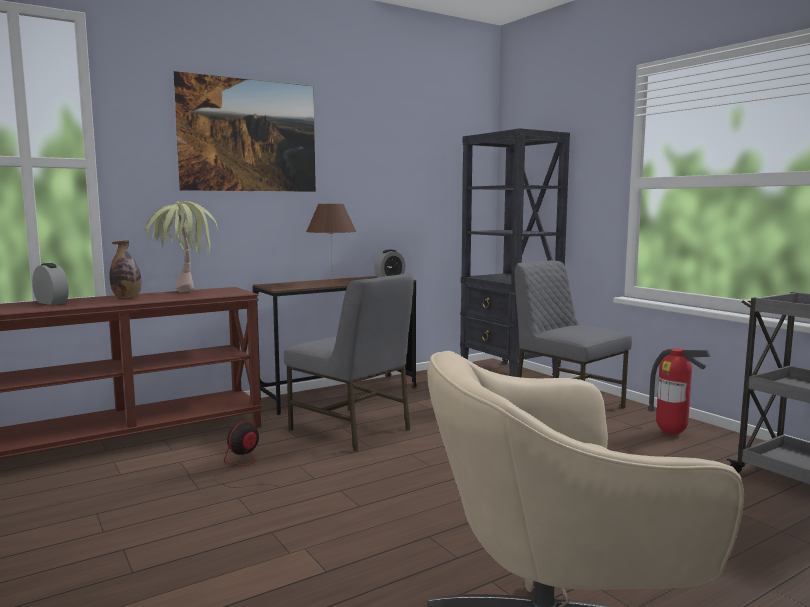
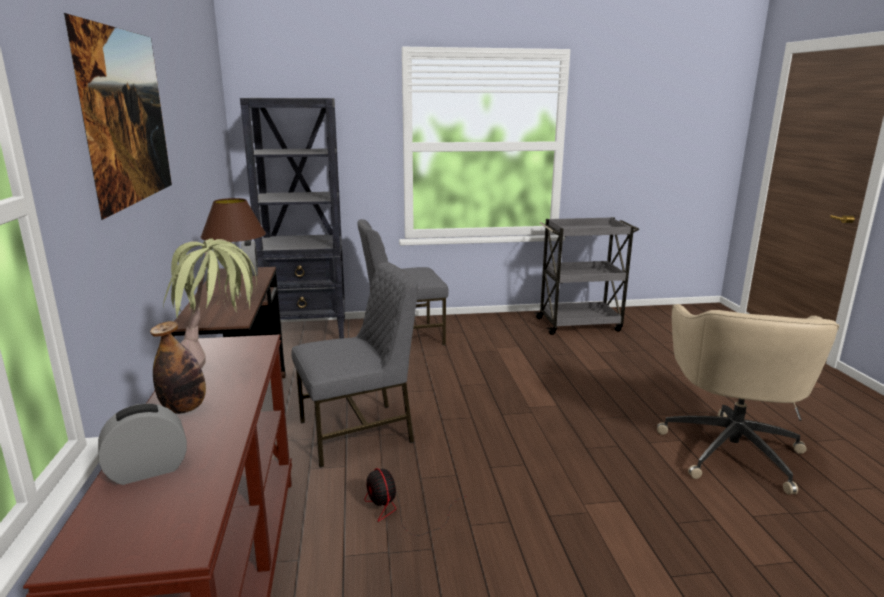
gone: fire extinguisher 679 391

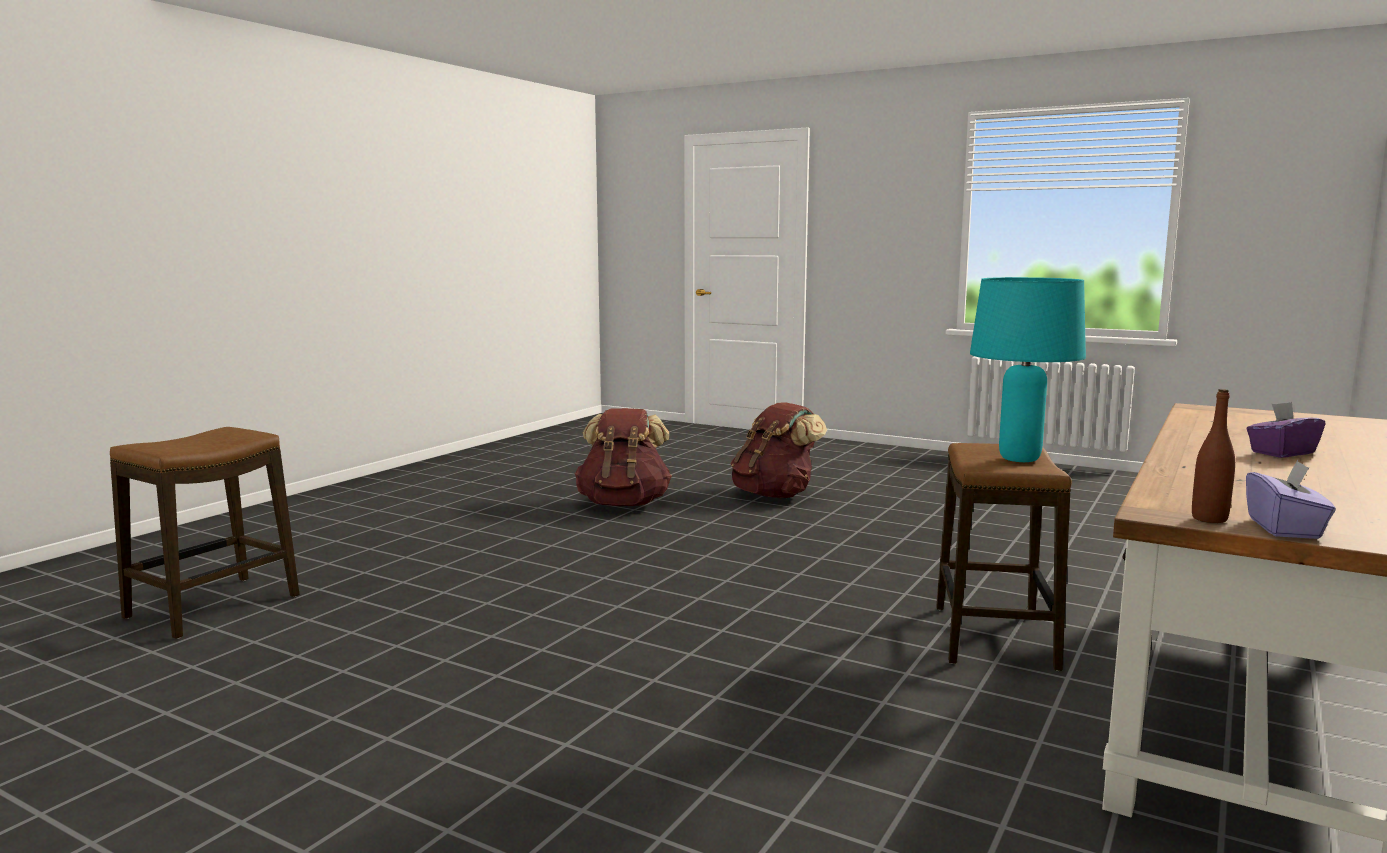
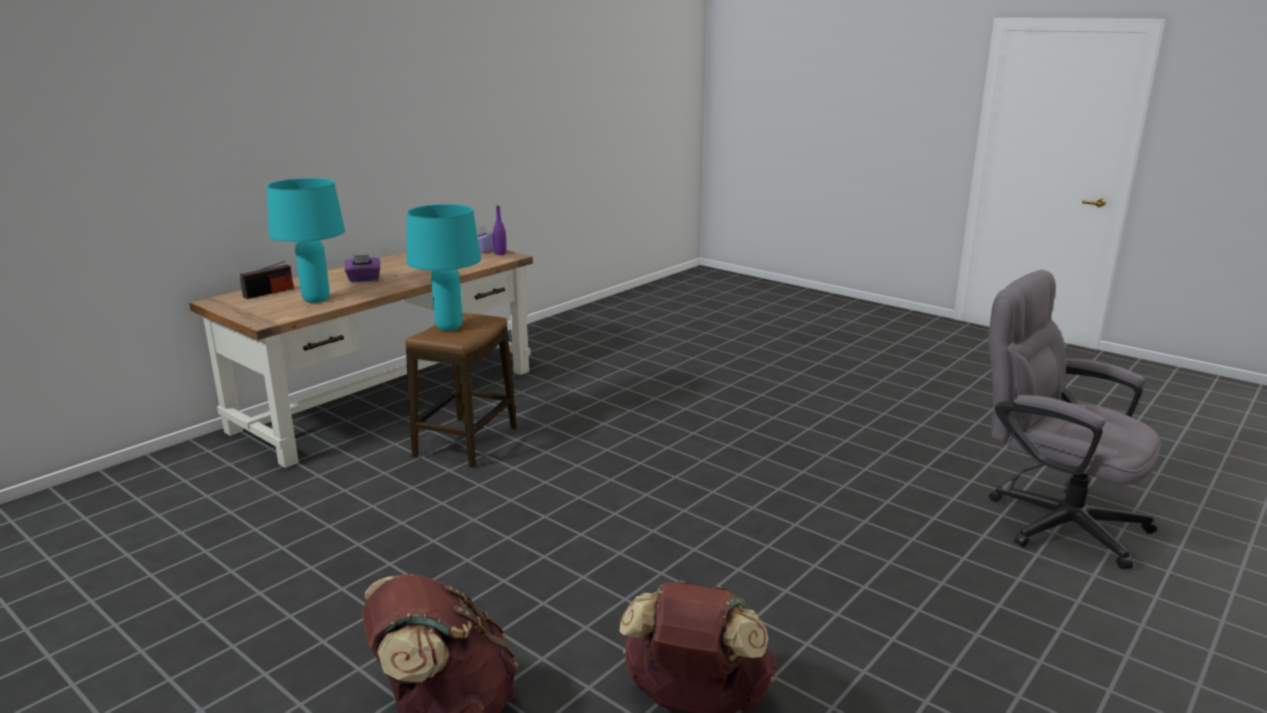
new: turquoise table lamp 306 240; radio 267 280
swapped: stool 204 533 to grey office chair 1075 419
repainted: brown bottle 1213 456 to purple bottle 500 230

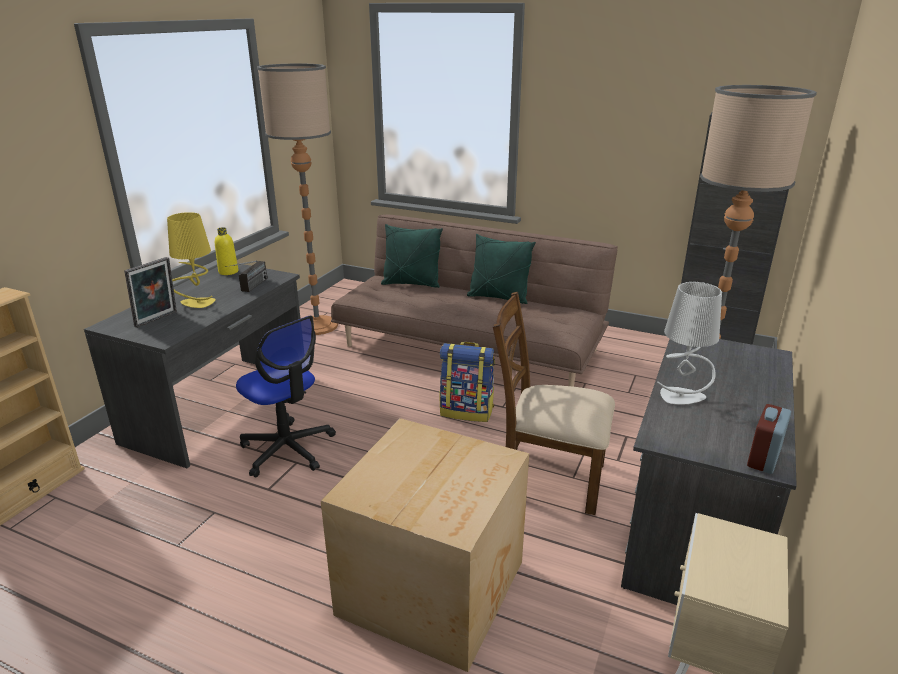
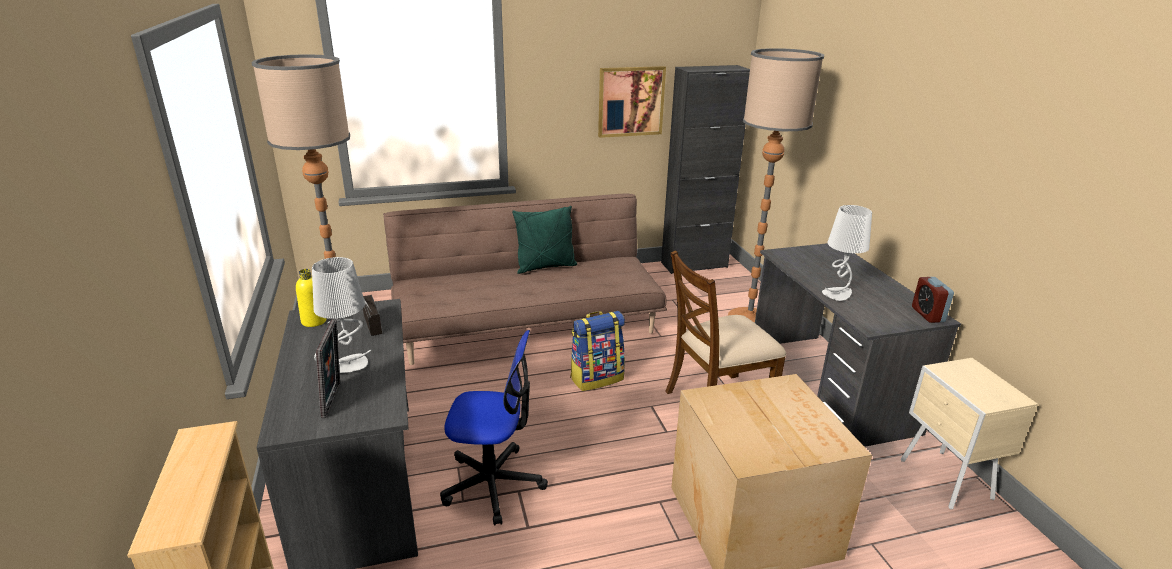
gone: green pillow 412 256
new: picture 632 102
repainted: yellow table lamp 191 260 to grey table lamp 341 315

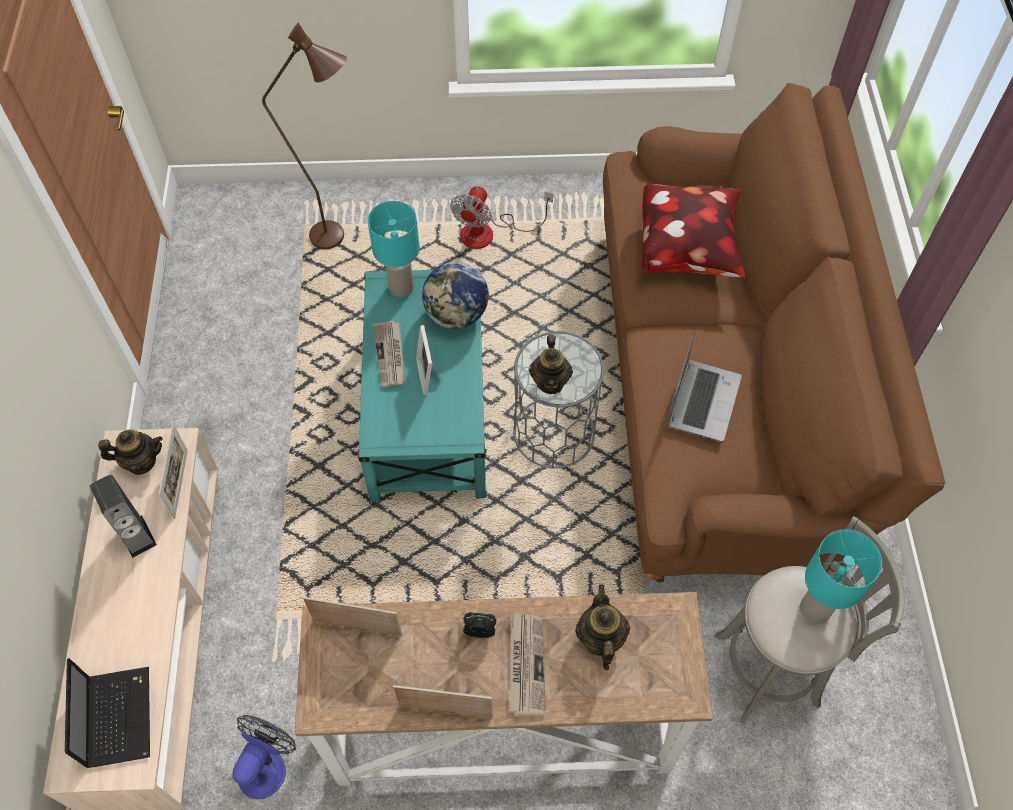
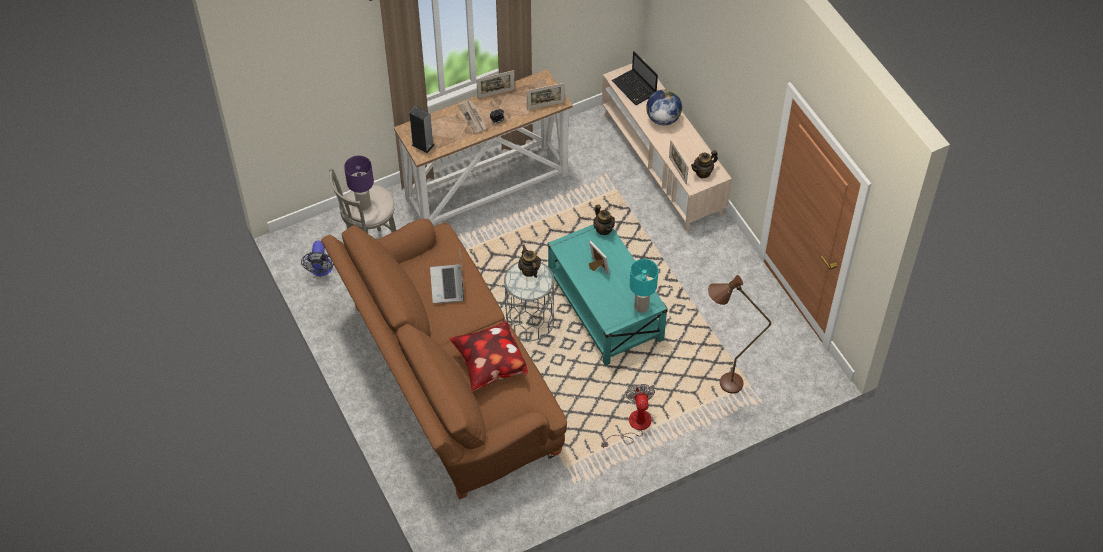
gone: newspaper 388 354
shifted: globe 455 295 to 664 107; speaker 123 516 to 422 129; teapot 602 627 to 604 219; fan 264 757 to 317 258
repainted: turquoise table lamp 841 576 to purple table lamp 359 183

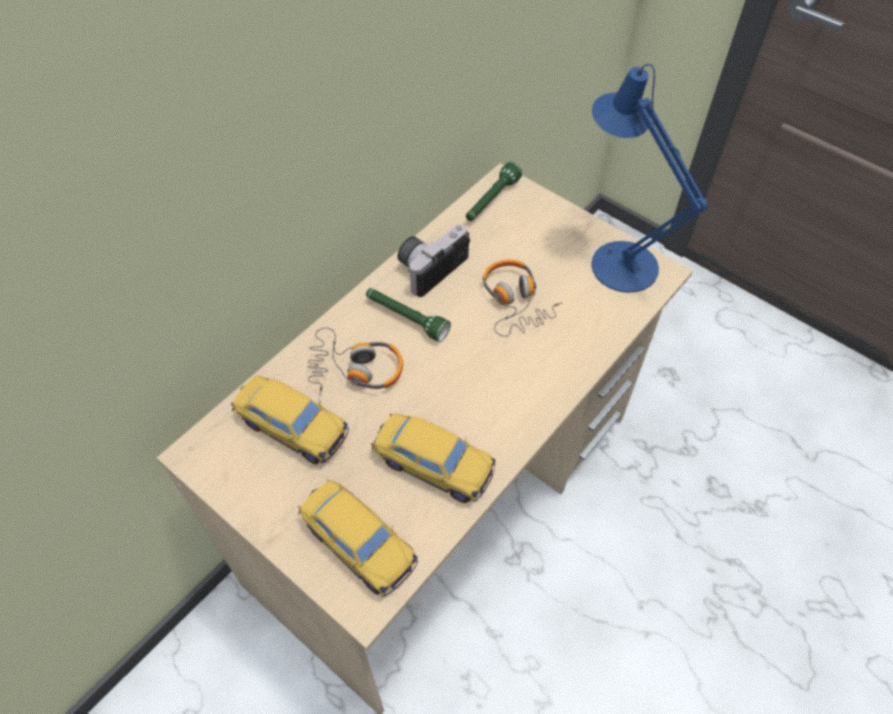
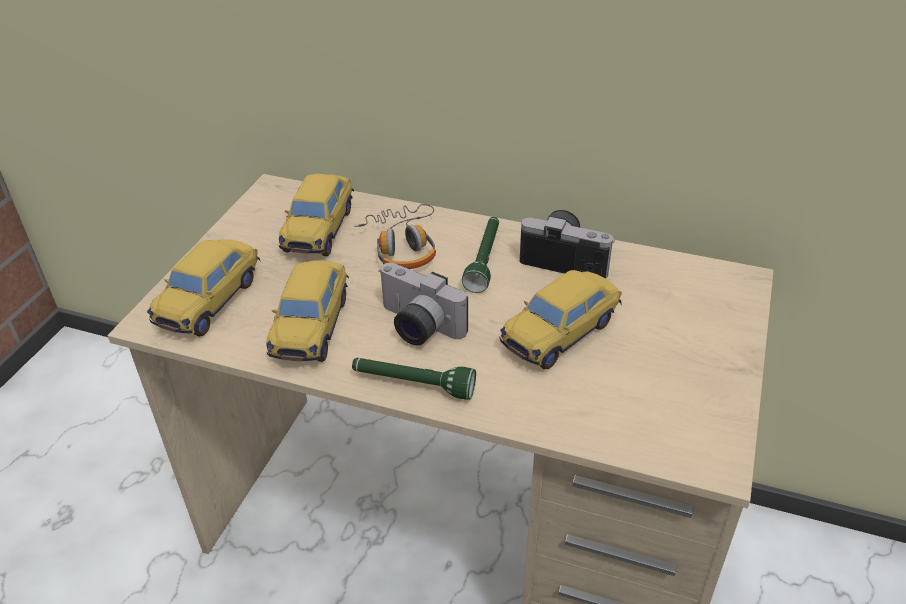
gone: blue table lamp 649 178
new: photo camera 423 304
shifted: green flashlight 494 191 to 414 379
swapped: headphones 523 298 to toy car 561 319

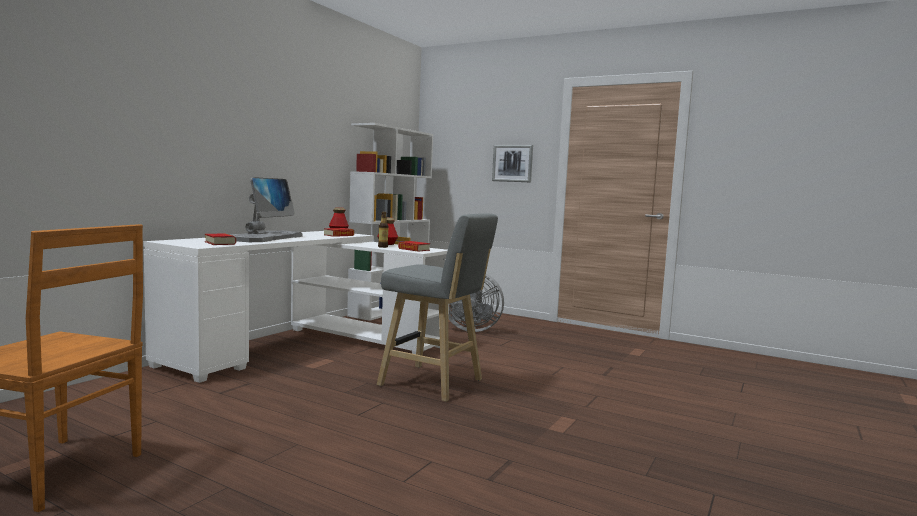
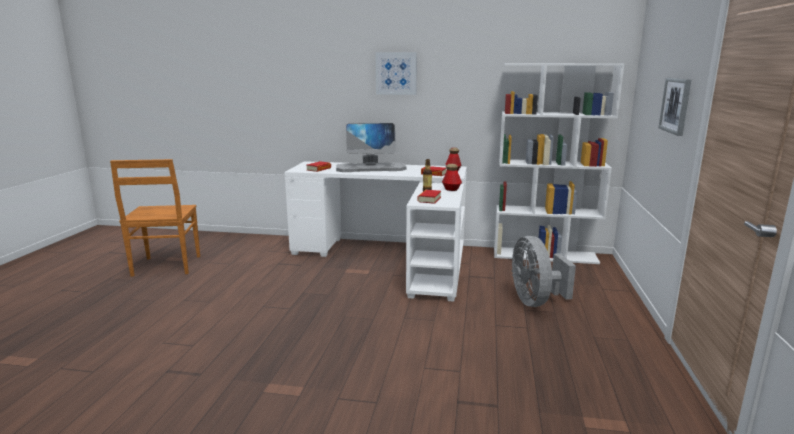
gone: grey stool 437 307
new: picture 396 73

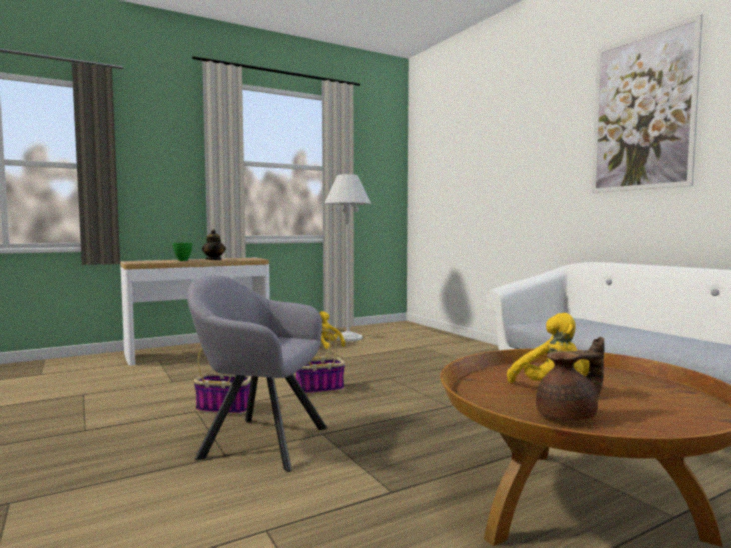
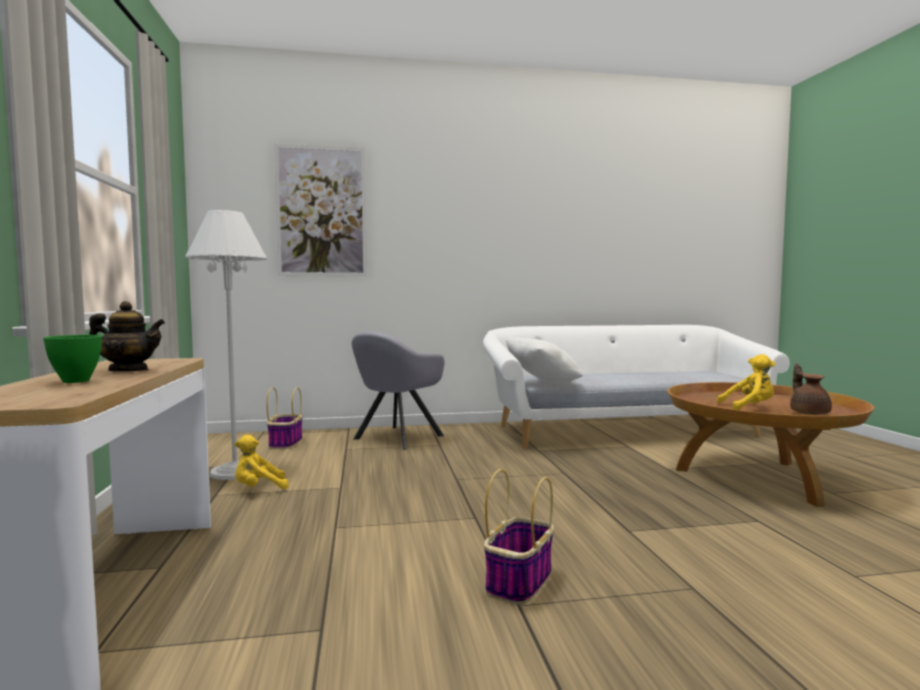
new: white pillow 544 360
shifted: picture 647 103 to 320 210; grey armchair 257 373 to 398 390; basket 320 360 to 284 418

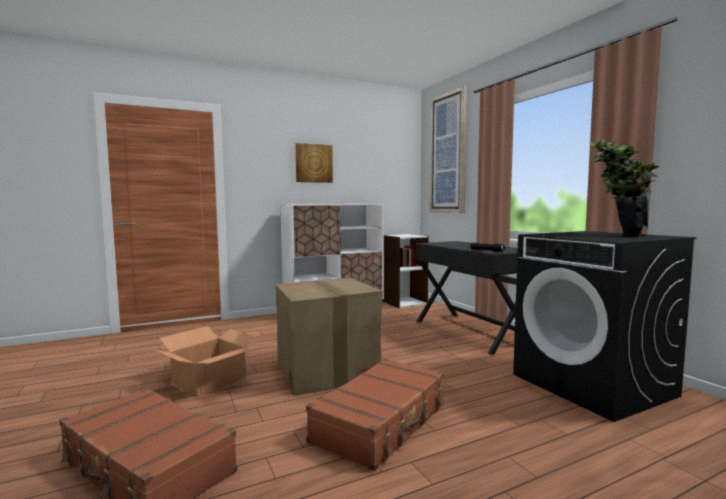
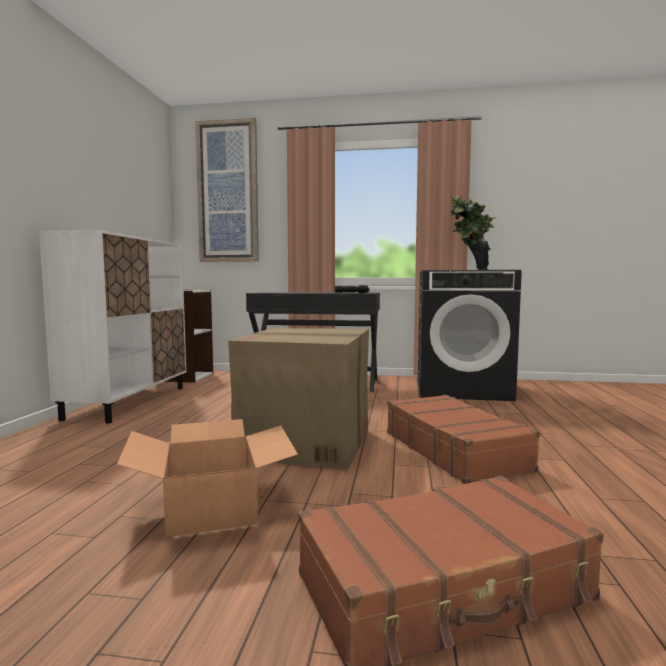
gone: picture 314 163

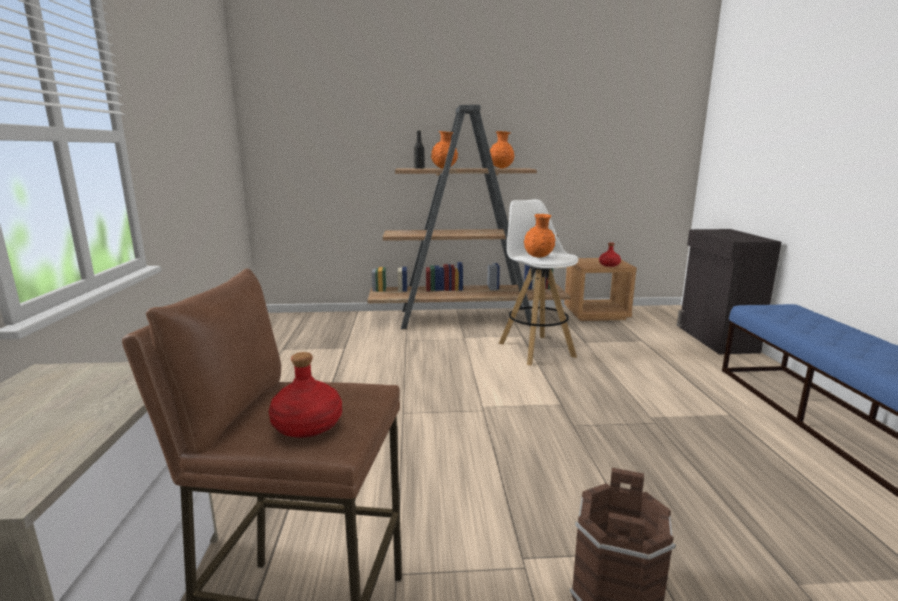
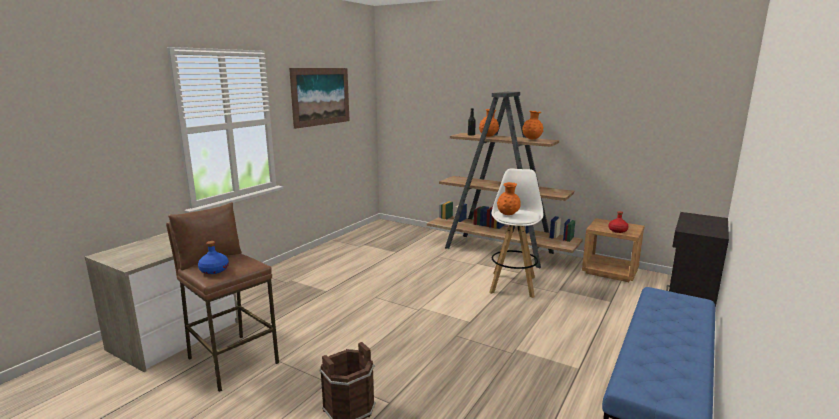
new: picture 319 98
repainted: red bottle 305 395 to blue bottle 213 257

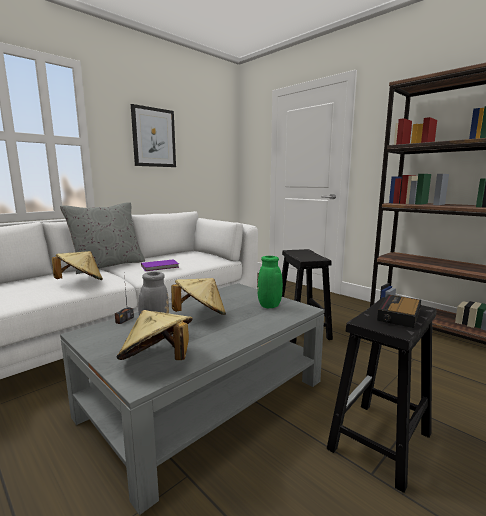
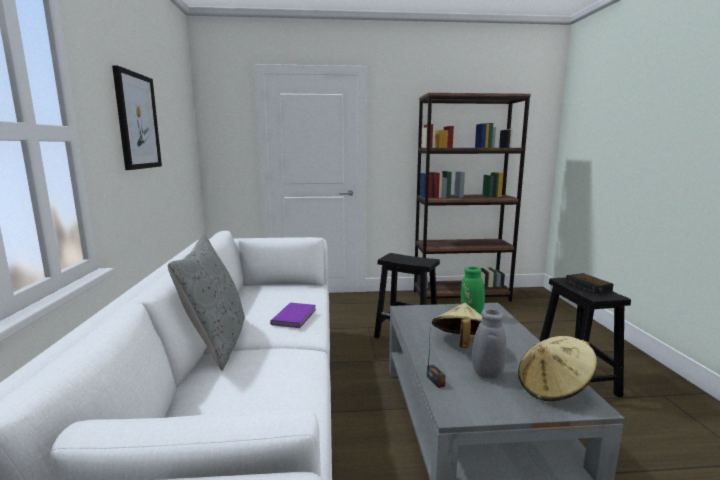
gone: beige hat 77 265

